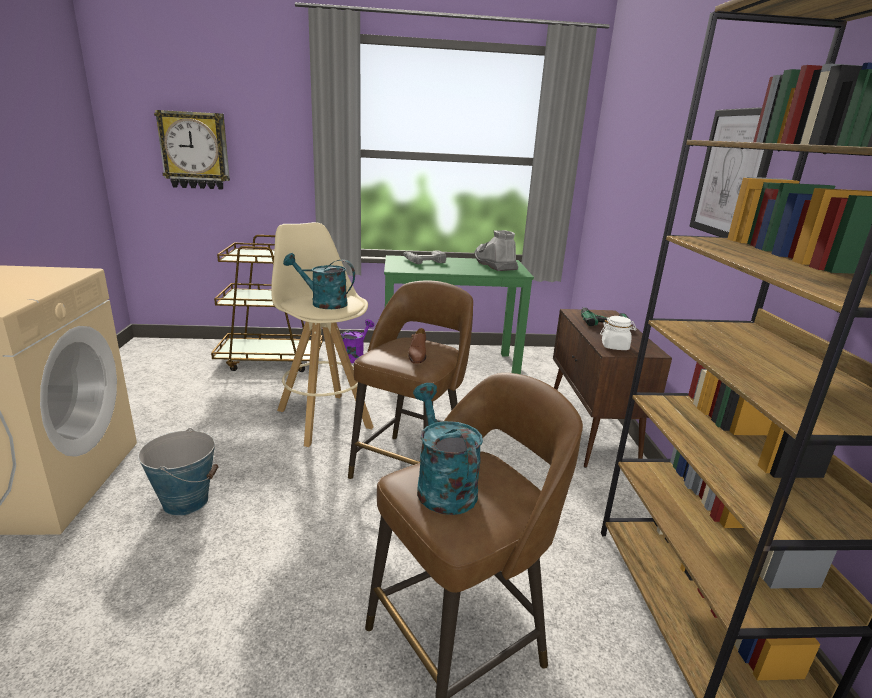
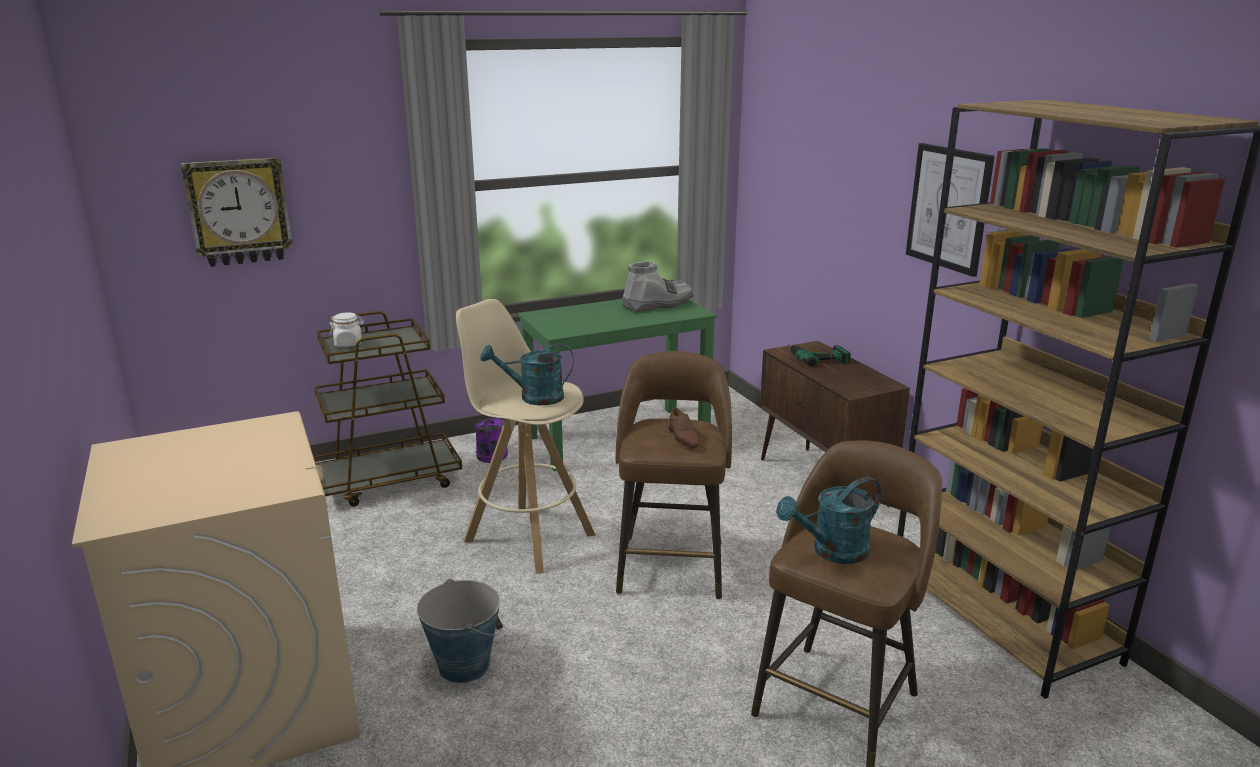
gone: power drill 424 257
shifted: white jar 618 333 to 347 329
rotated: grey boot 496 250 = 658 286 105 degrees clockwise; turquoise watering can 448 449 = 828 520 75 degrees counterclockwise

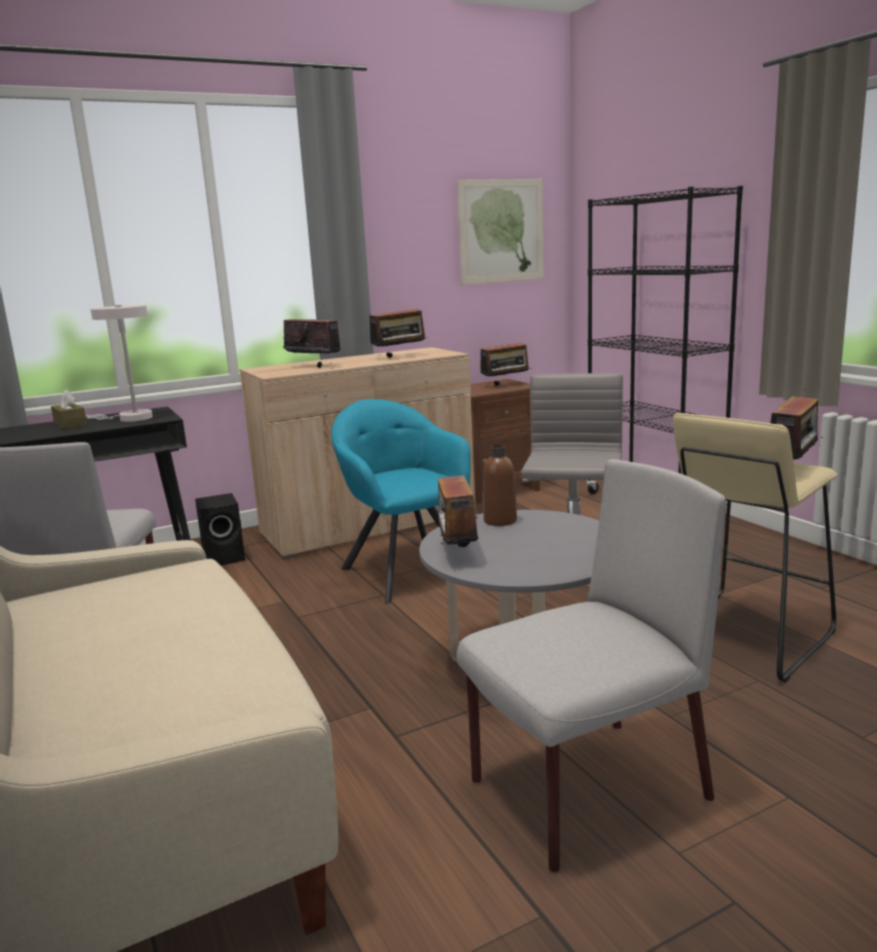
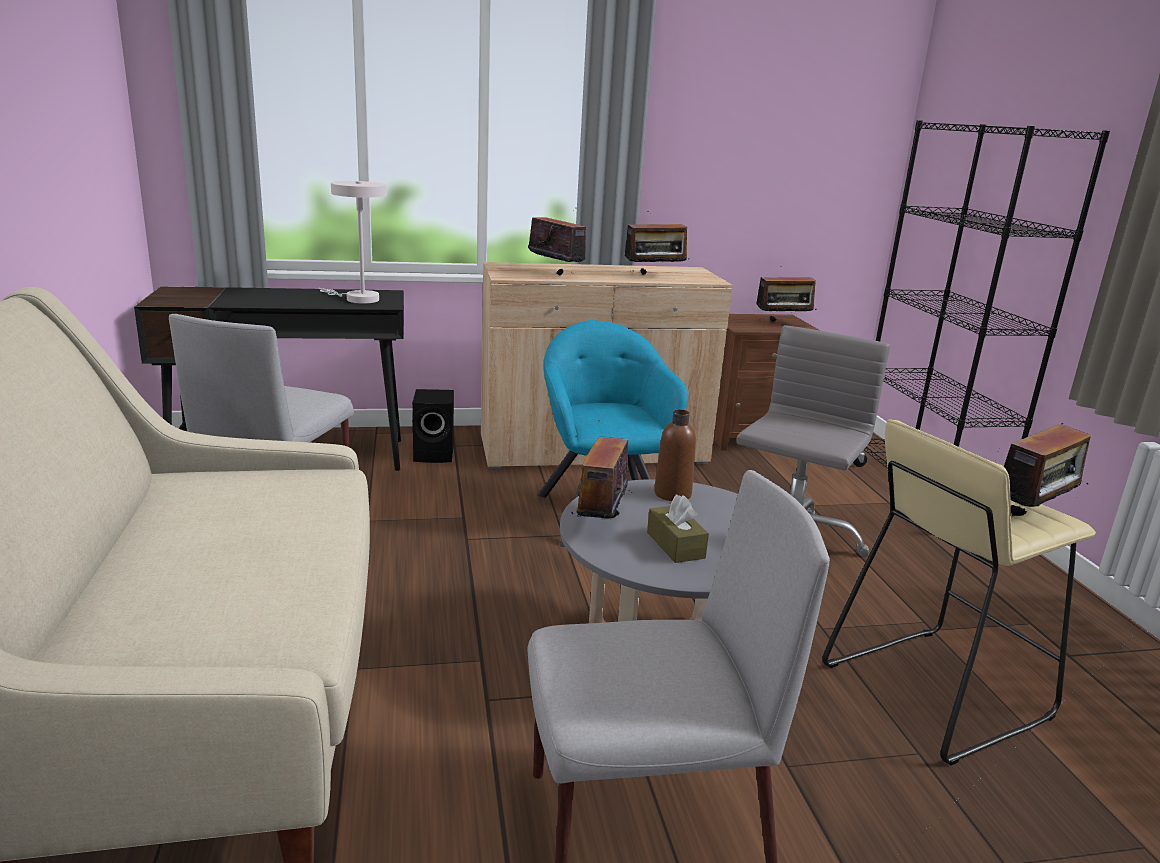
gone: picture 500 232
shifted: brown tissue box 69 409 to 678 529

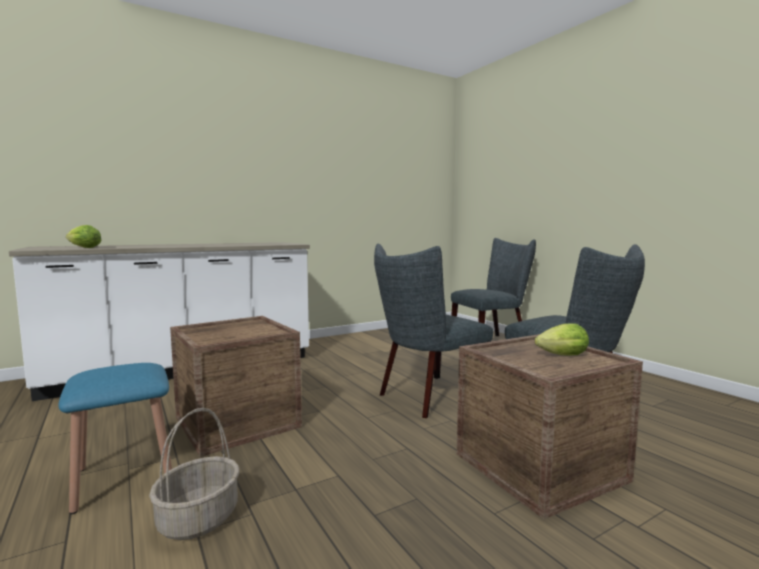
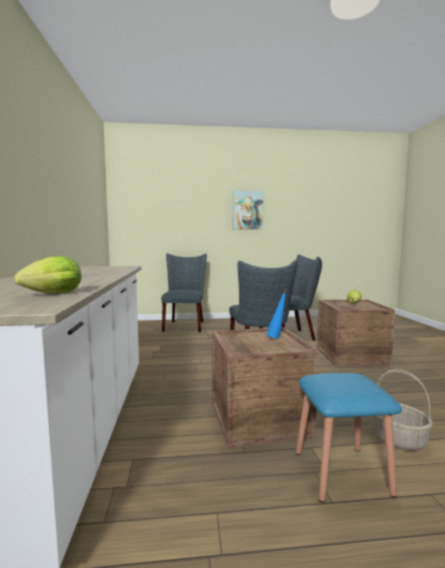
new: picture 248 210; blue bottle 277 314

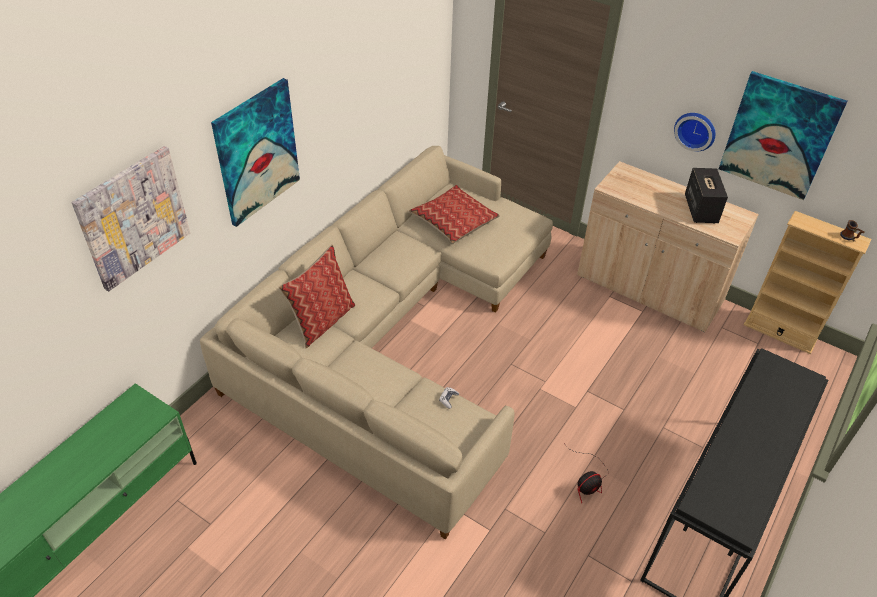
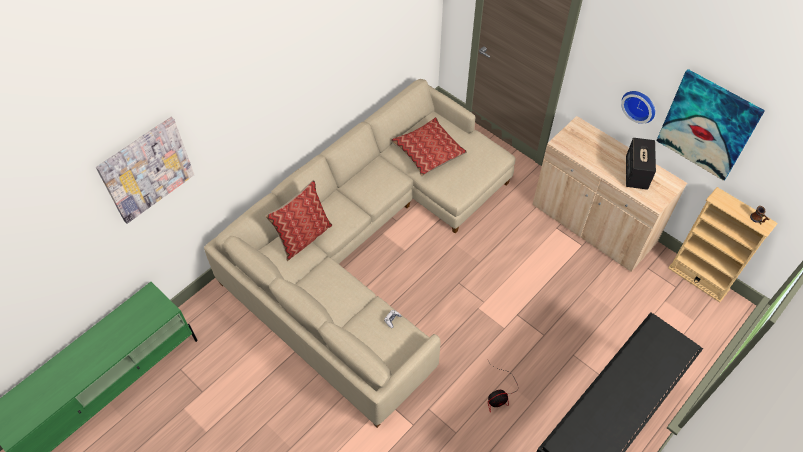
gone: picture 255 152

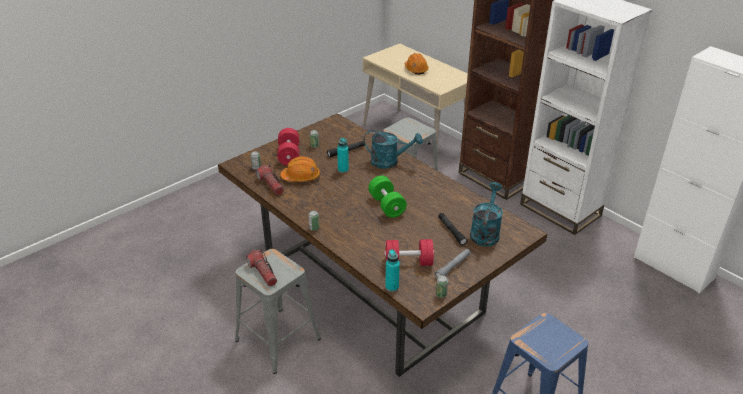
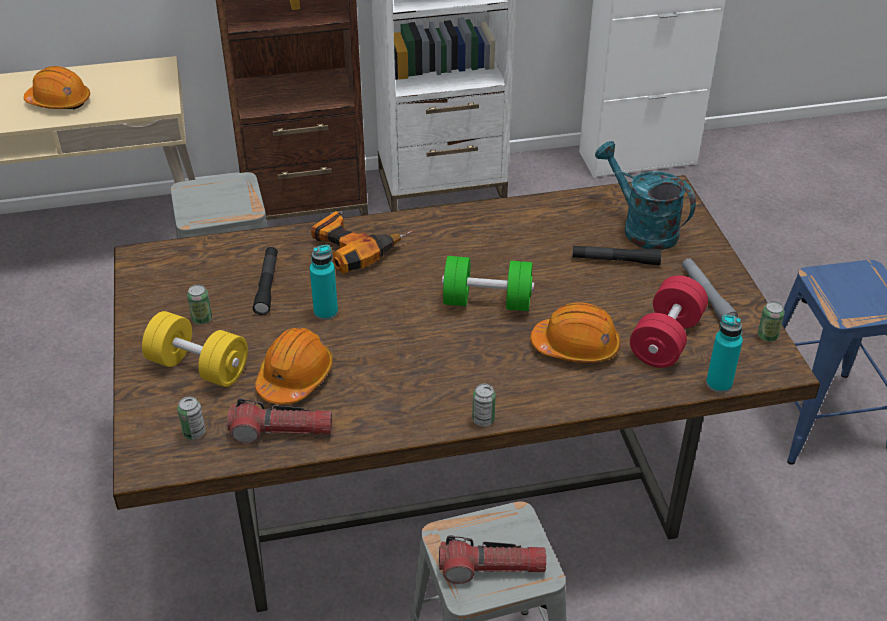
new: orange hard hat 575 332
swapped: turquoise watering can 393 149 to power drill 362 242
repainted: red dumbbell 288 147 to yellow dumbbell 195 349

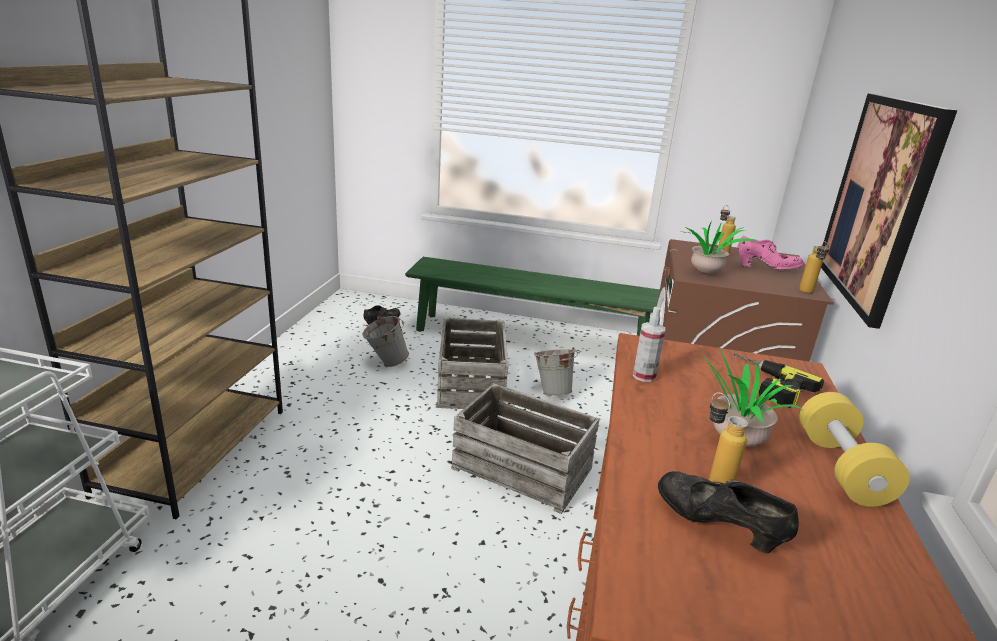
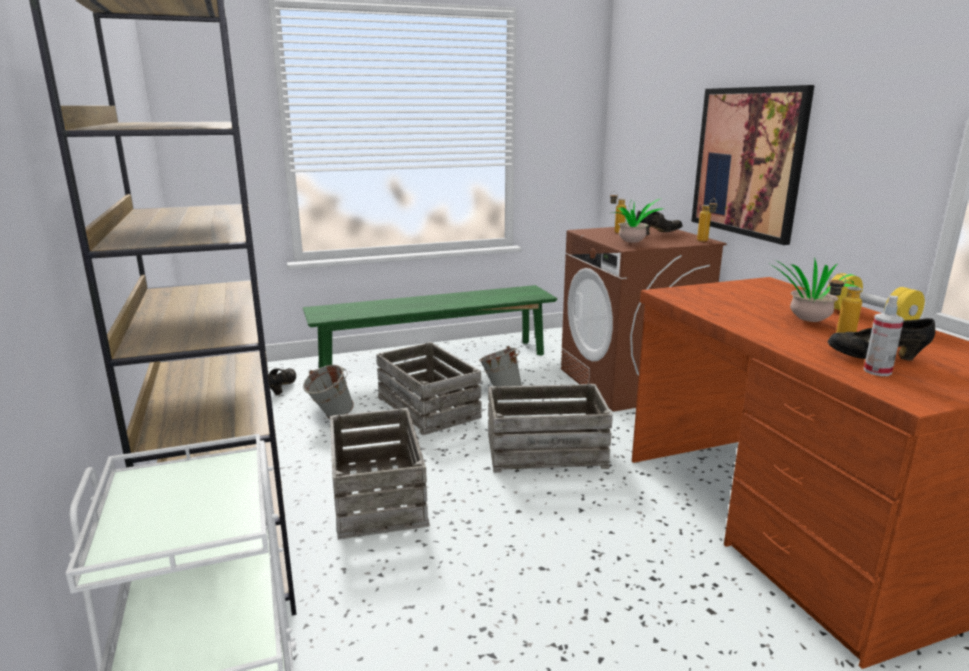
gone: power drill 779 381
new: crate 379 473
shifted: spray bottle 649 344 to 884 335
repainted: pink shoe 770 252 to black shoe 659 223

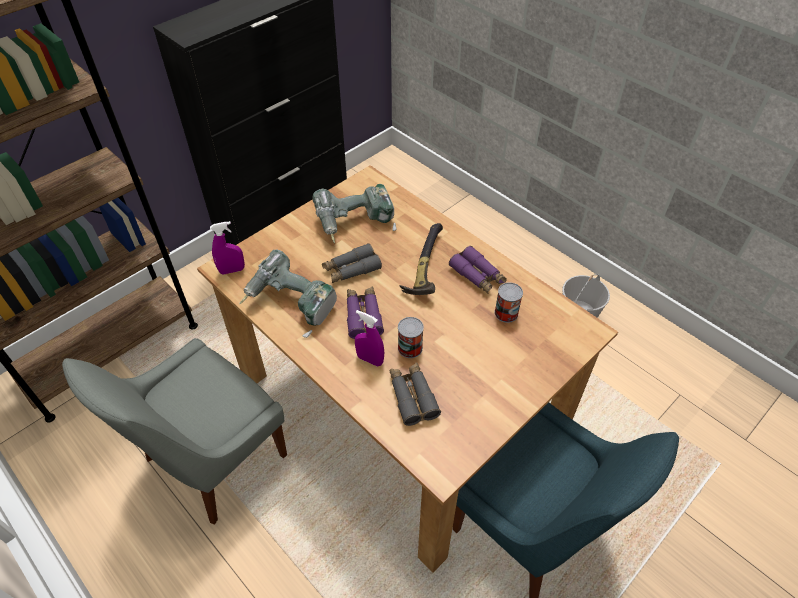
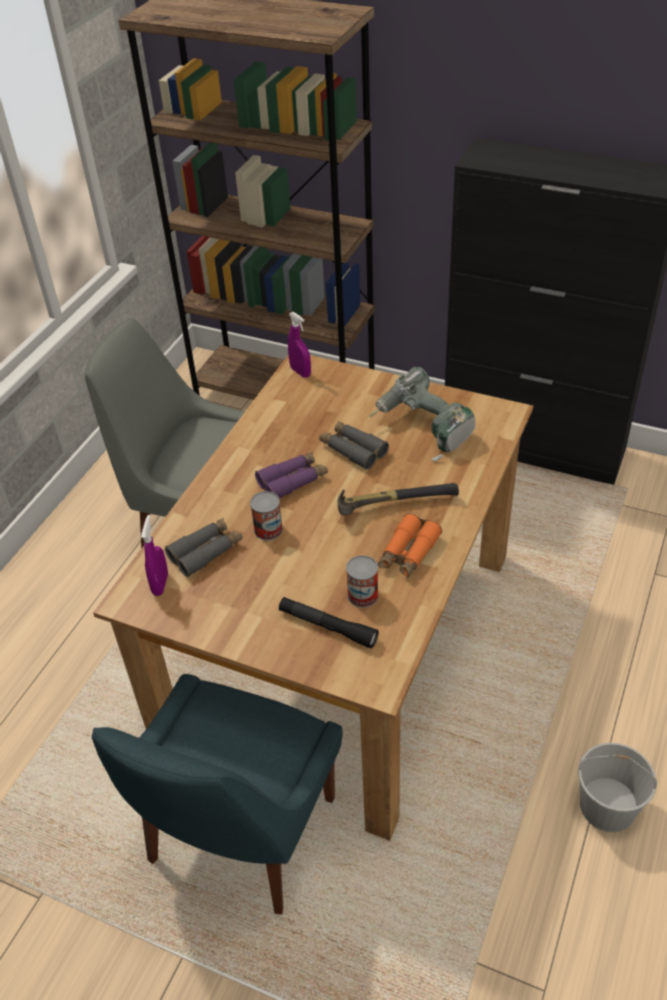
gone: power drill 288 294
new: black flashlight 329 623
shifted: purple spray bottle 369 338 to 154 555
repainted: purple binoculars 478 269 to orange binoculars 410 545

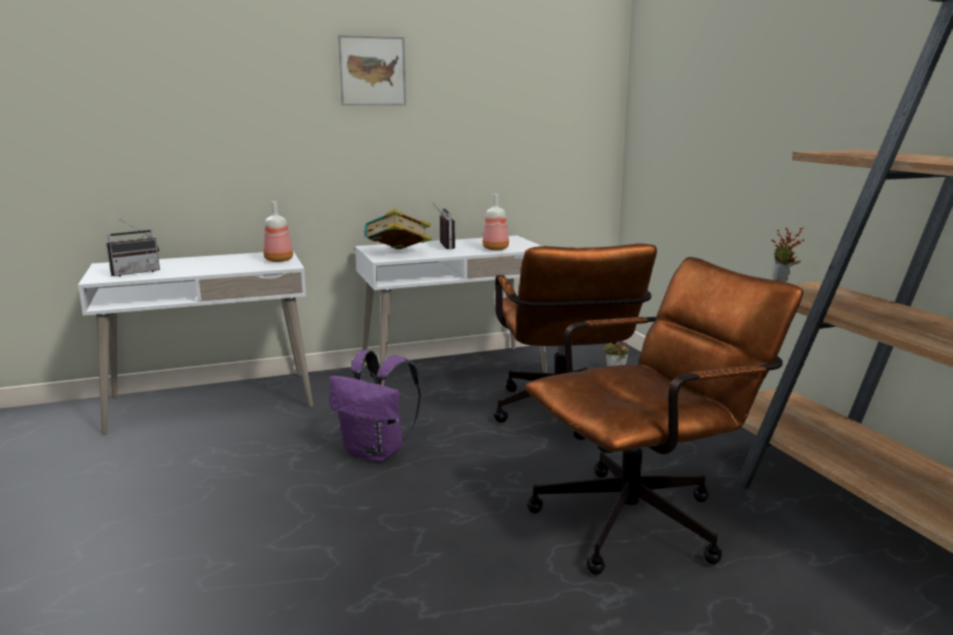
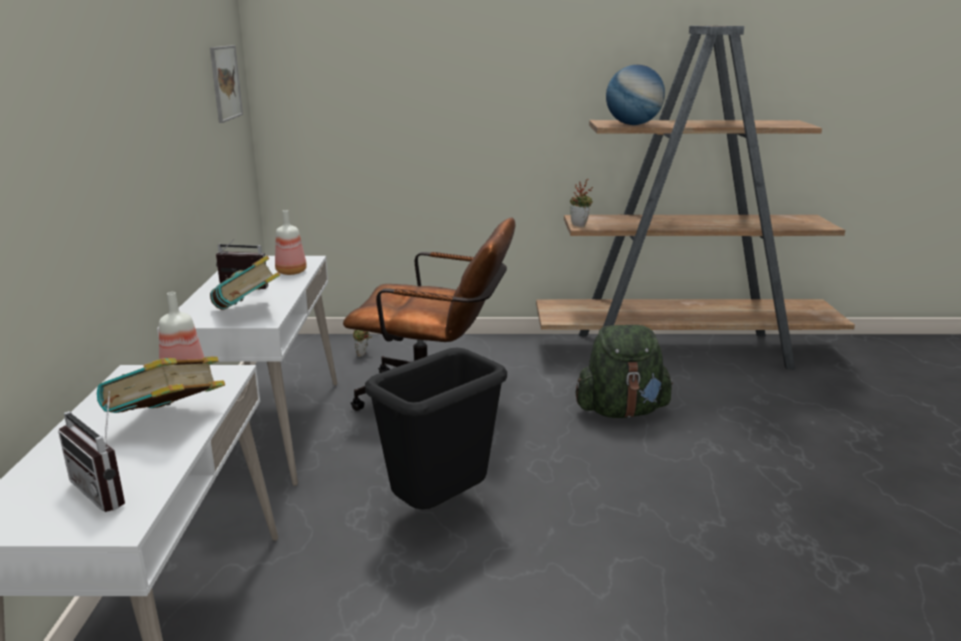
new: globe 635 95; book 161 384
shifted: picture 372 70 to 226 84
swapped: brown office chair 664 416 to green backpack 624 371; purple backpack 375 406 to black trash can 436 428
rotated: radio 133 247 = 91 451 150 degrees clockwise

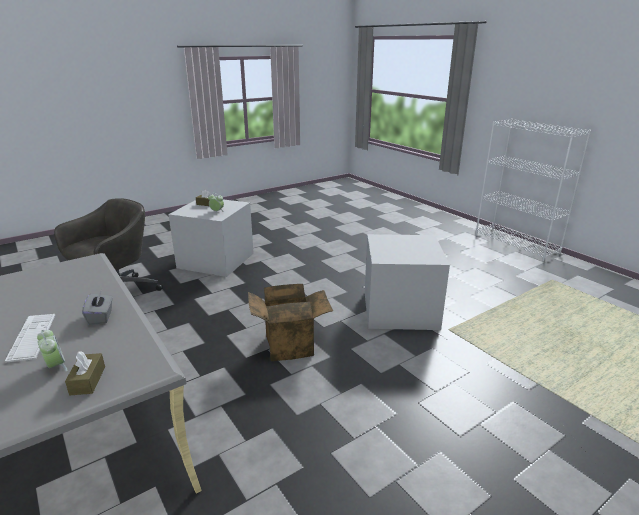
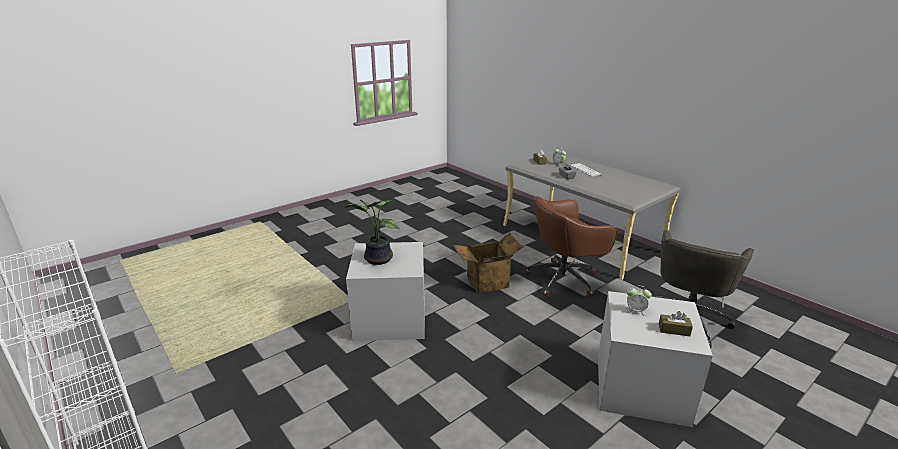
new: brown office chair 570 246; potted plant 372 232

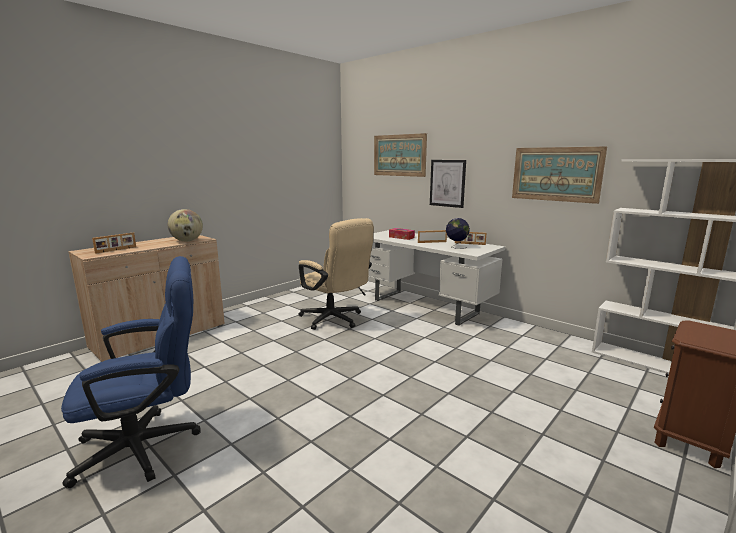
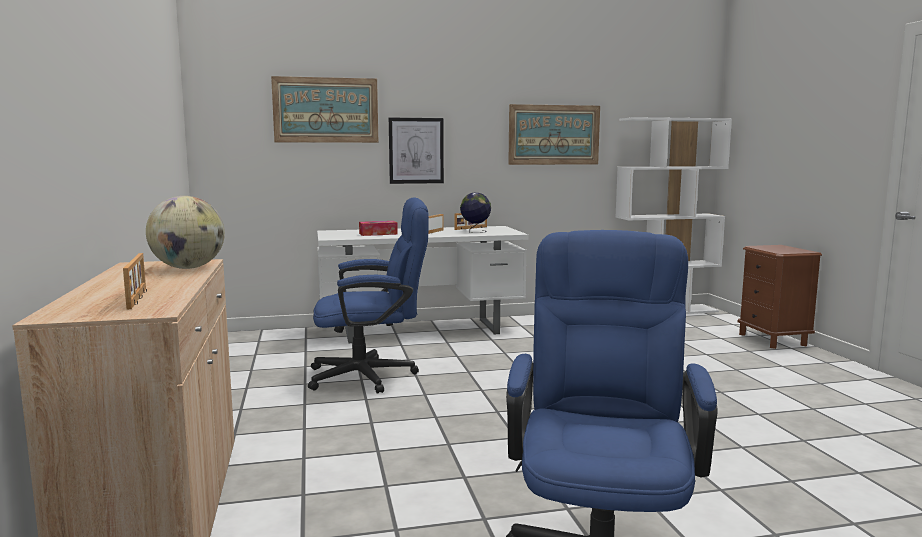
repainted: beige office chair 336 274 to blue office chair 368 295

